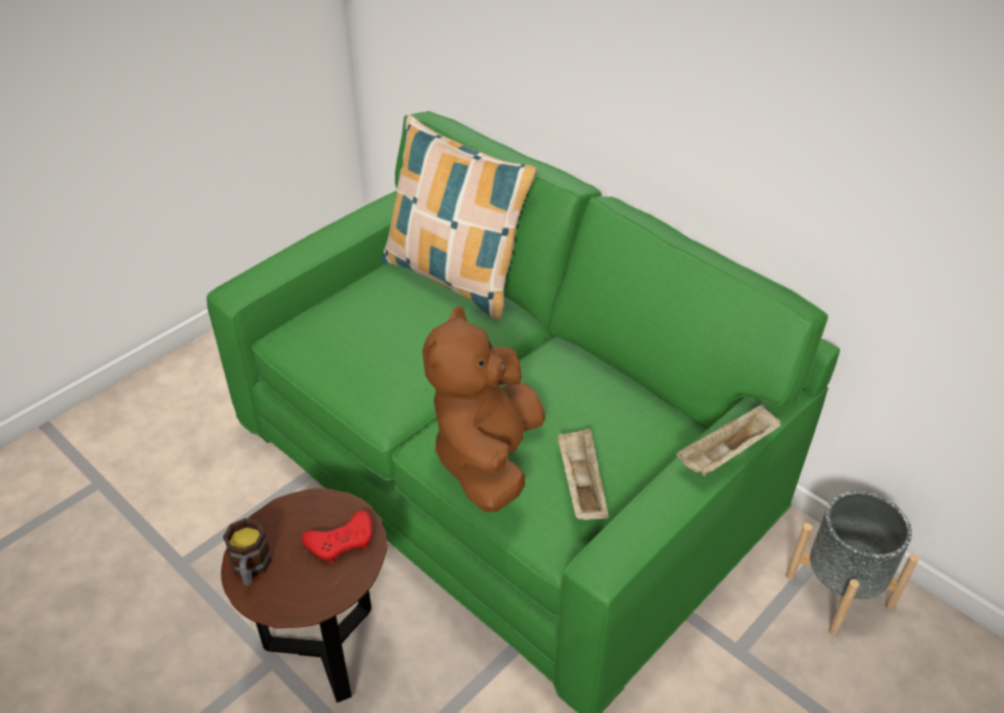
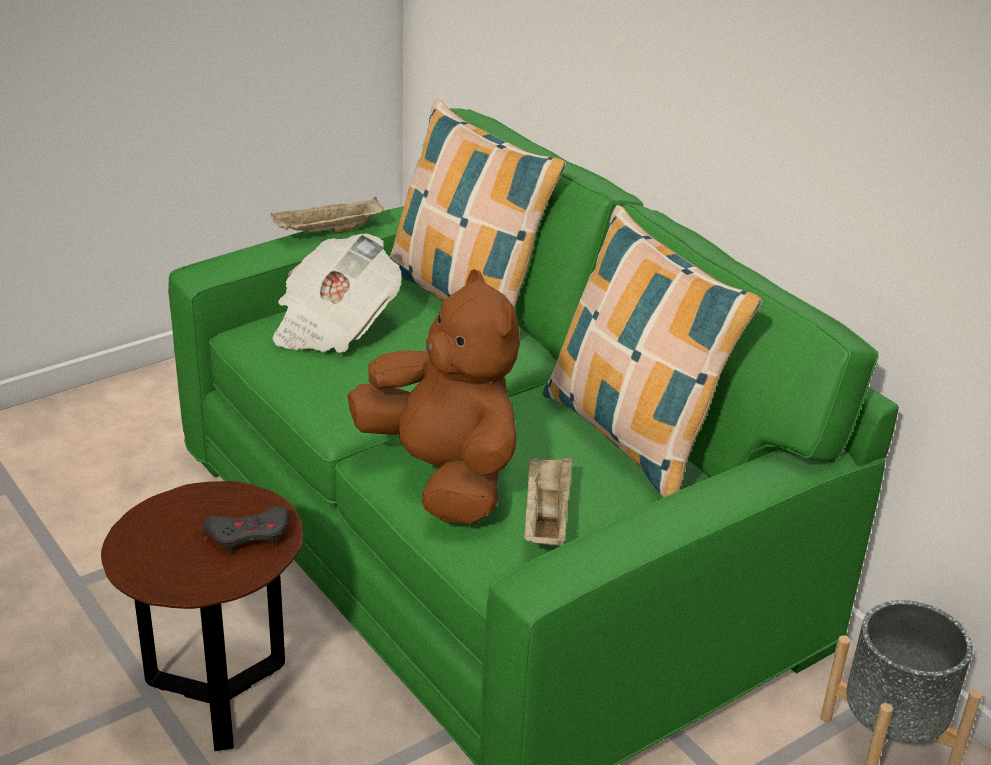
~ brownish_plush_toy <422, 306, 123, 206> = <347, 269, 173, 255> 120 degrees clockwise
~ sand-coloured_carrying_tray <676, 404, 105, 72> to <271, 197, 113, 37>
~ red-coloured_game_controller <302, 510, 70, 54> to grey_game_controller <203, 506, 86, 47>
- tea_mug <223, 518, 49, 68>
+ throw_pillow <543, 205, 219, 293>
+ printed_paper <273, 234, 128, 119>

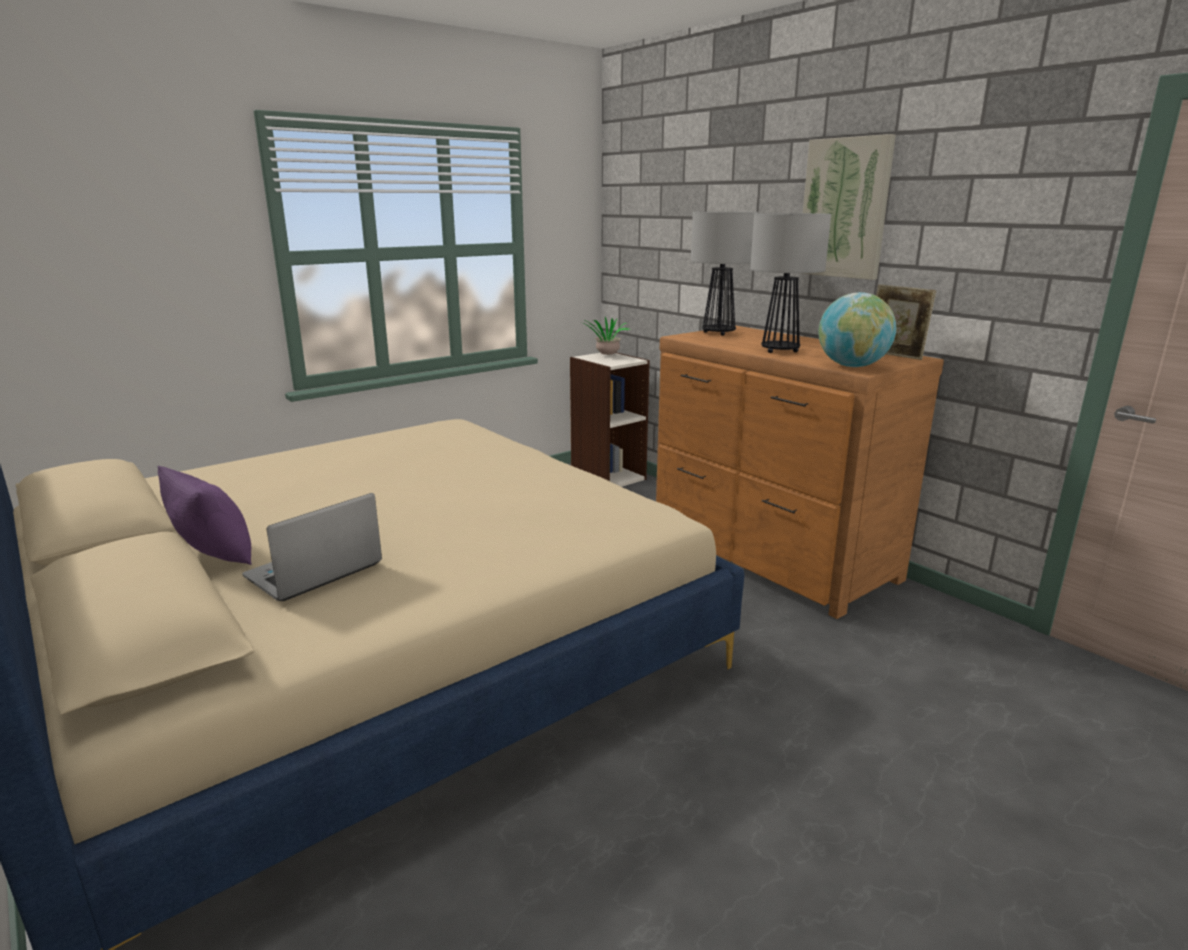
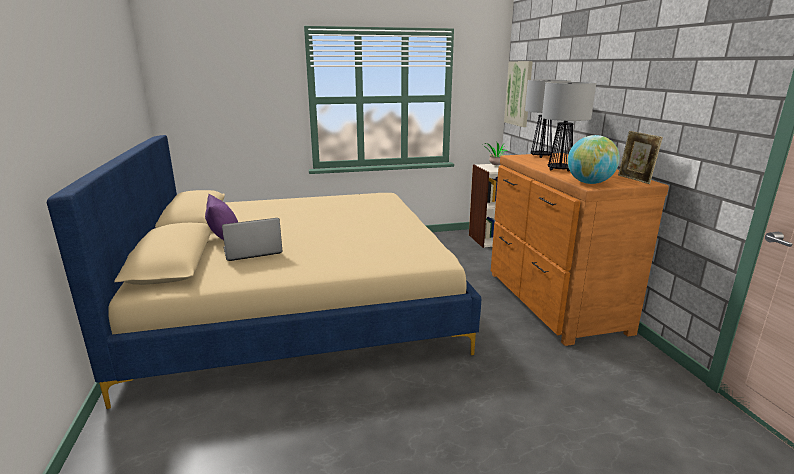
~ picture <800, 134, 96, 146> to <504, 61, 29, 66>

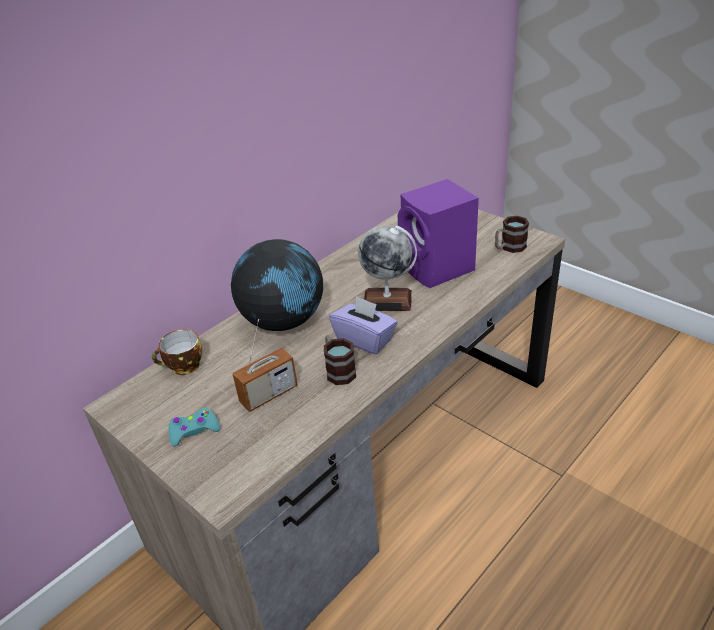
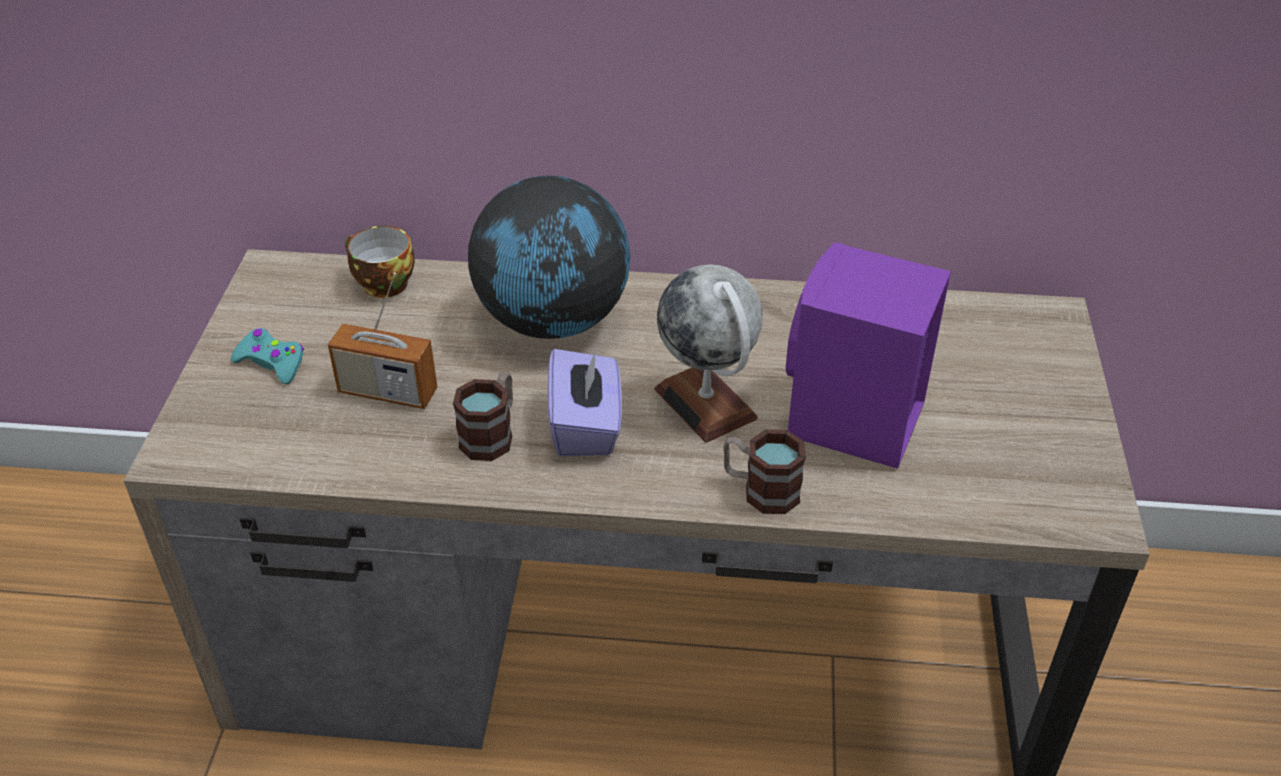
~ tea_mug <495, 216, 34, 37> to <723, 430, 83, 84>

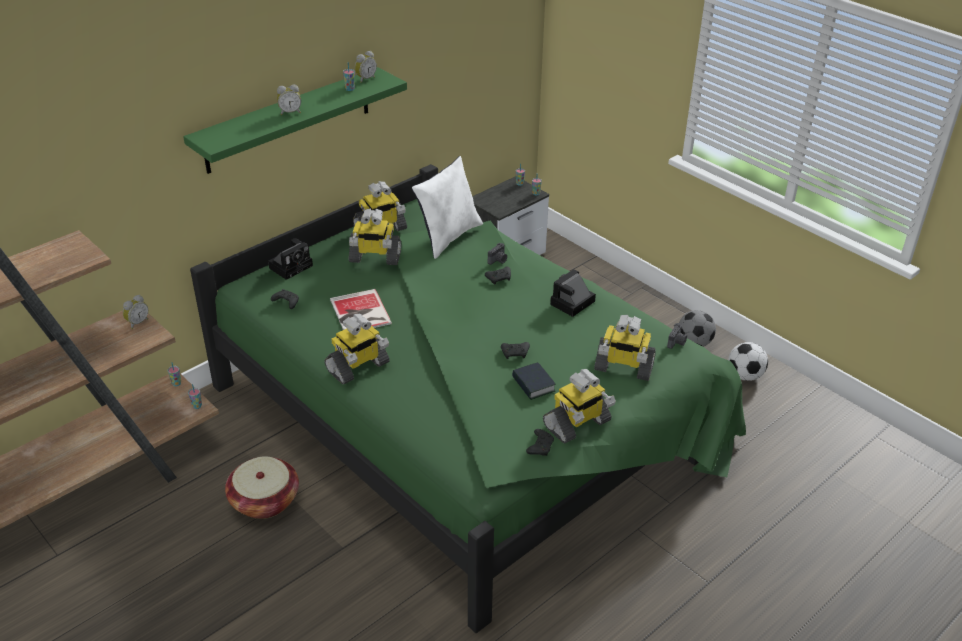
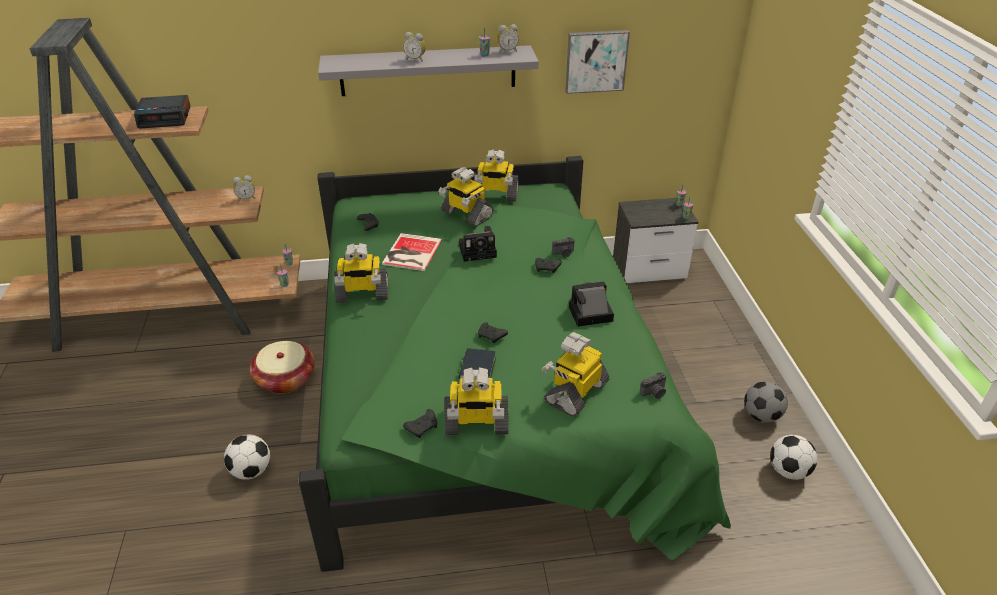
~ green_wall_shelf <183, 67, 224, 107> to grey_wall_shelf <318, 45, 221, 51>
- white_throw_pillow <412, 156, 71, 103>
~ still_camera <268, 238, 45, 42> to <459, 226, 38, 36>
~ robot_figure <594, 315, 62, 66> = <542, 332, 68, 84> 75 degrees clockwise
+ picture <565, 30, 65, 64>
+ table_clock <134, 95, 57, 34>
+ football_ball <224, 434, 46, 46>

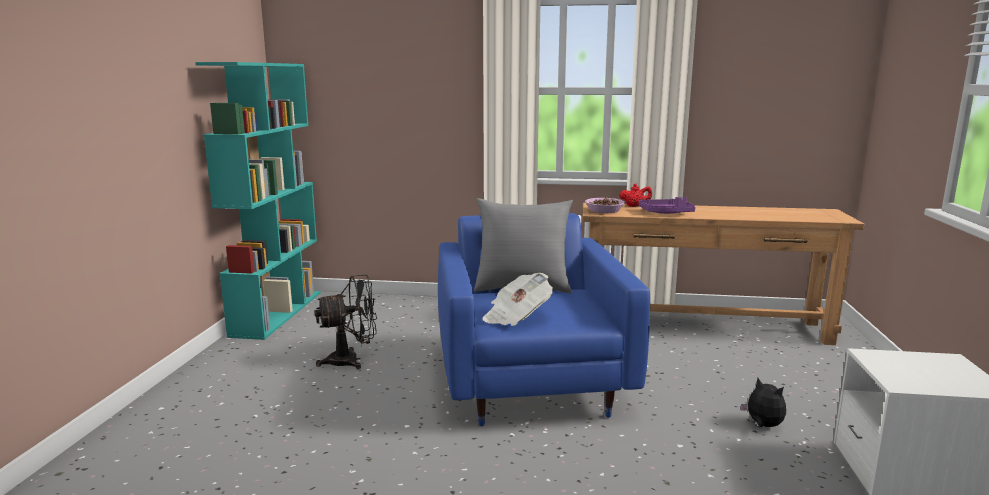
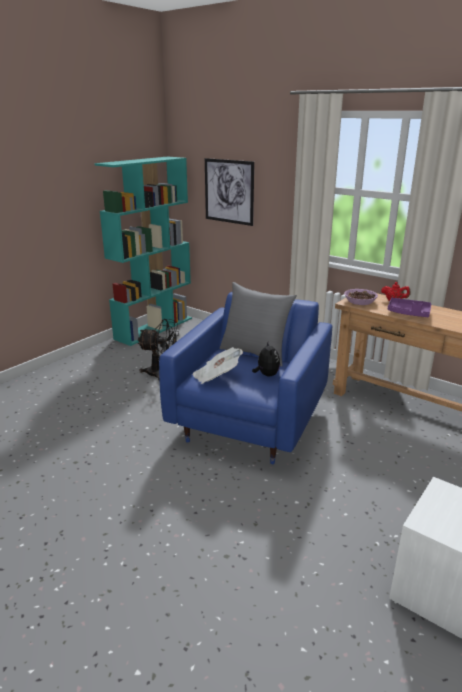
~ plush_toy <741, 378, 45, 49> to <252, 343, 28, 34>
+ picture <205, 158, 49, 68>

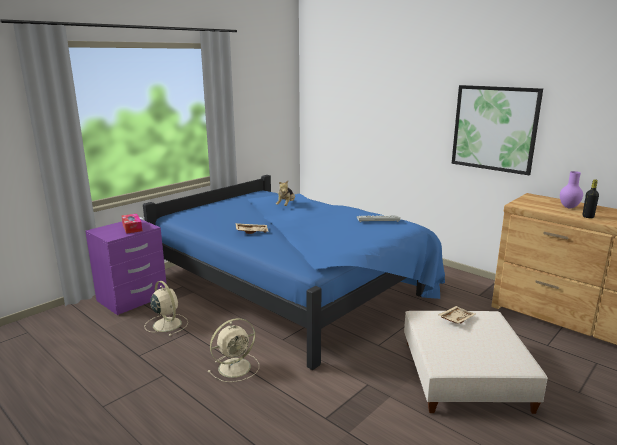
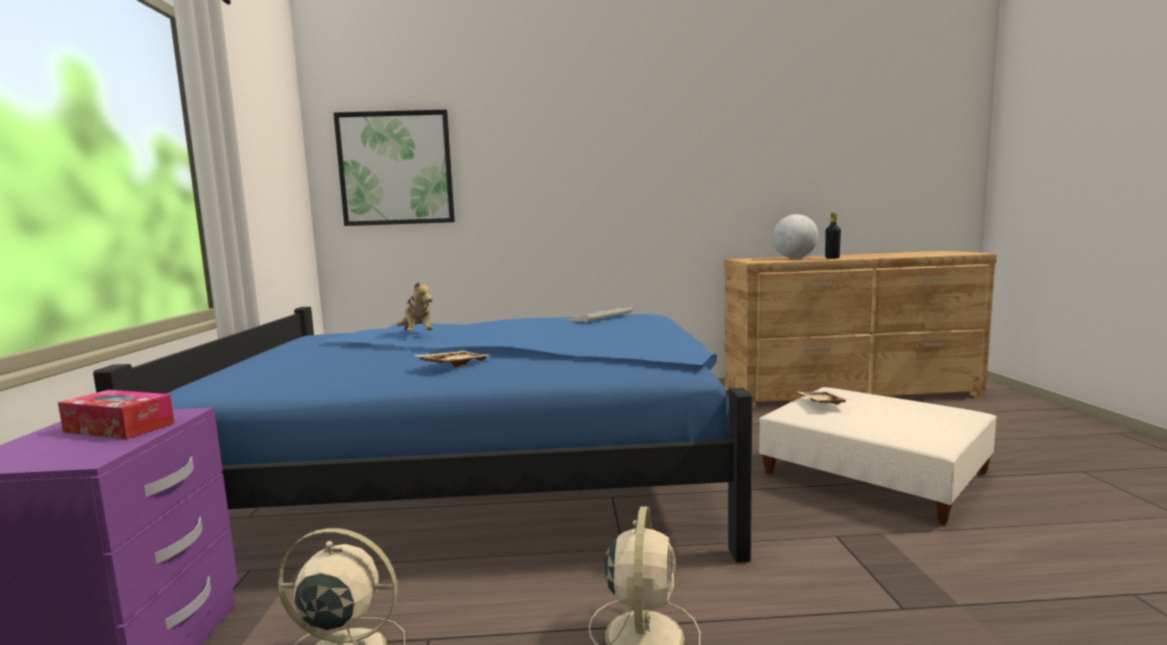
~ picture <452, 85, 91, 90> to <334, 110, 121, 116>
~ purplish_vase <560, 171, 23, 37> to desk_globe <772, 214, 47, 44>

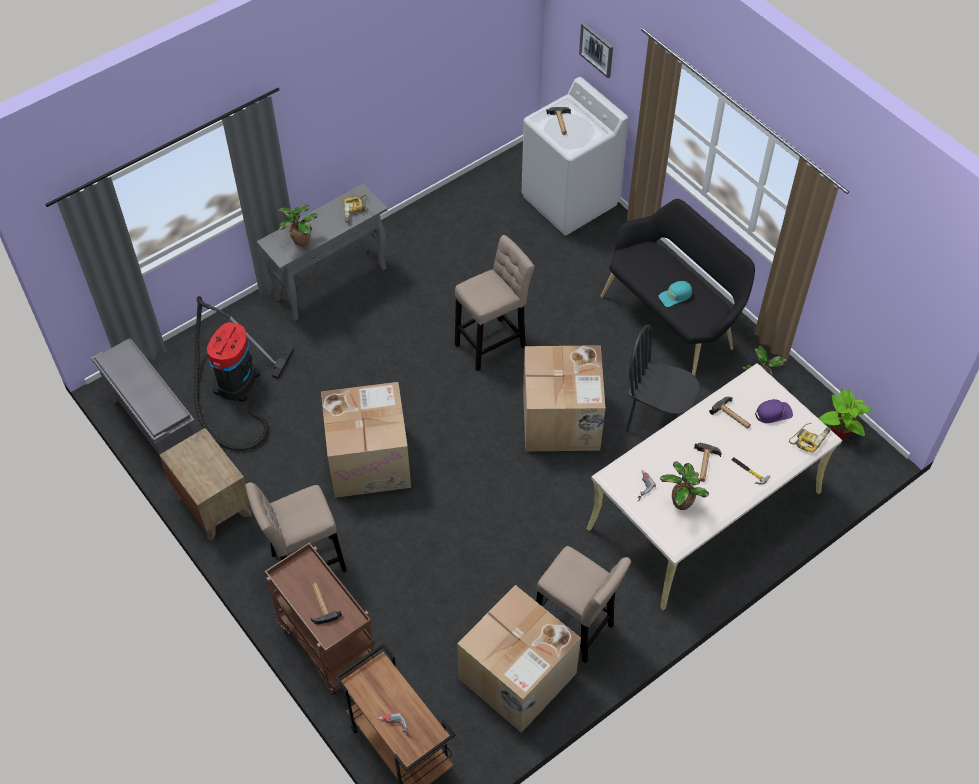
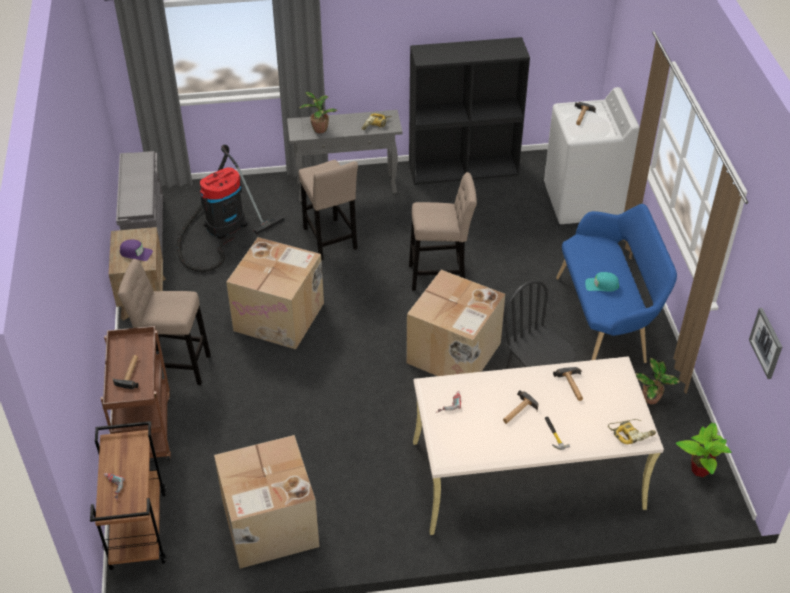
~ picture <579, 22, 34, 56> to <749, 308, 33, 71>
~ blackish_long_seat <600, 199, 155, 177> to blue_long_seat <556, 204, 121, 159>
~ purplish_cap <755, 399, 38, 24> to <120, 239, 33, 22>
- plant_in_a_pot <660, 462, 49, 48>
~ sand-coloured_sitting_stool <536, 546, 95, 117> to <299, 160, 59, 100>
+ blackish_shelving_unit <409, 37, 121, 148>

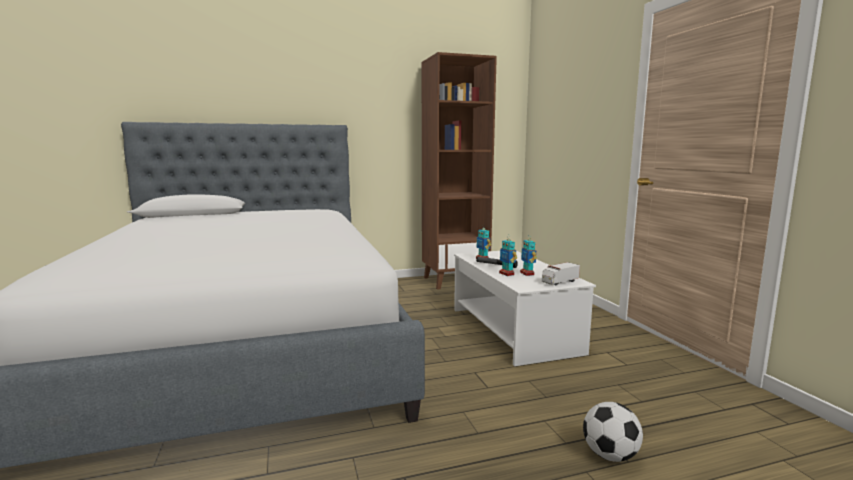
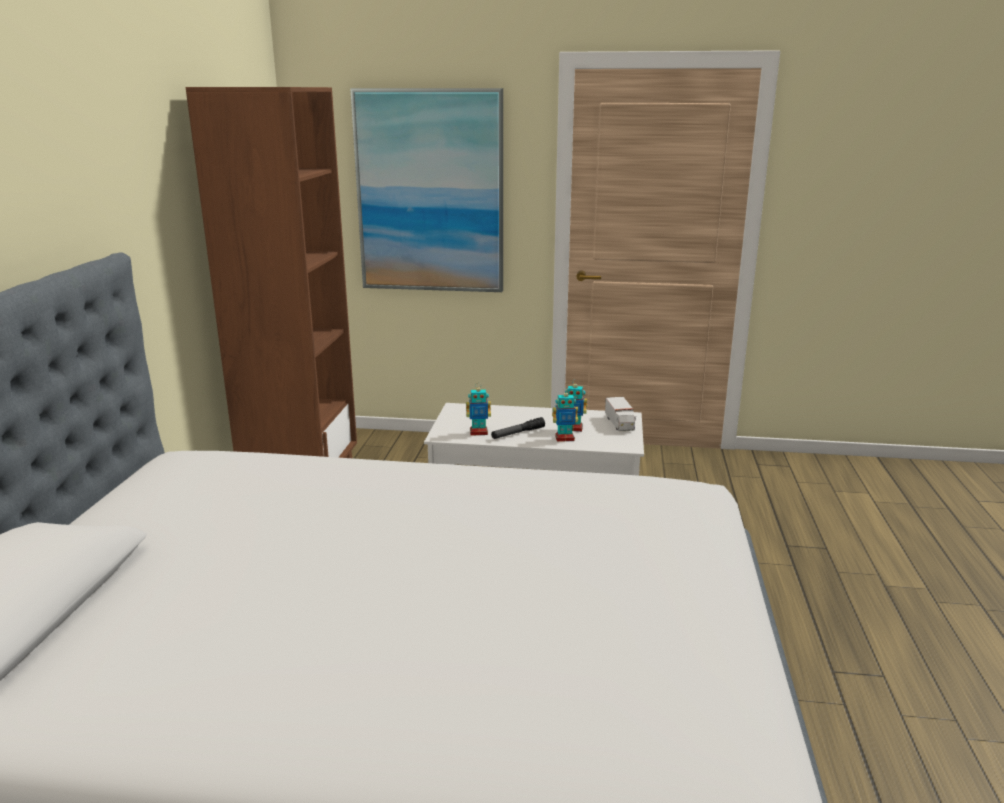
- football_ball <583, 402, 60, 60>
+ picture <350, 88, 153, 204>

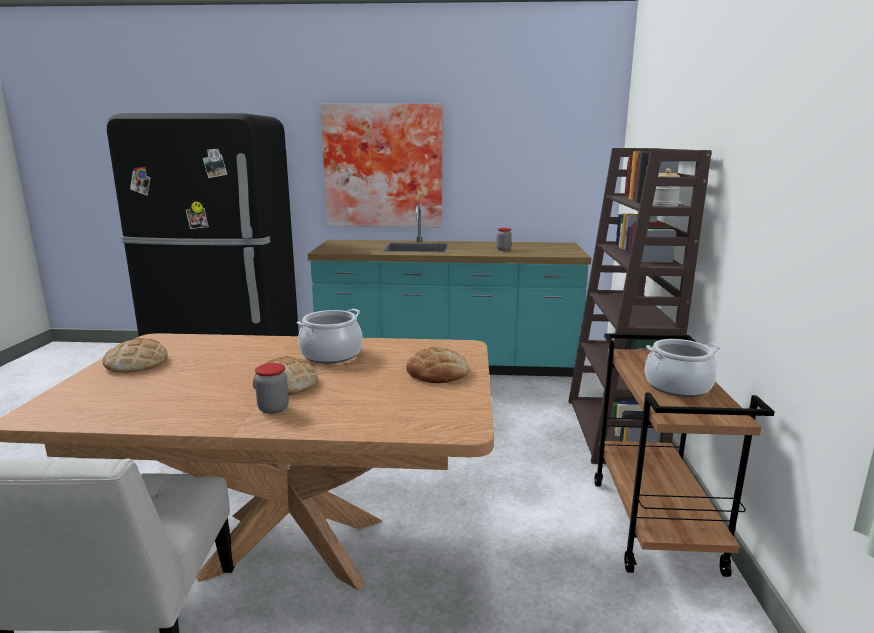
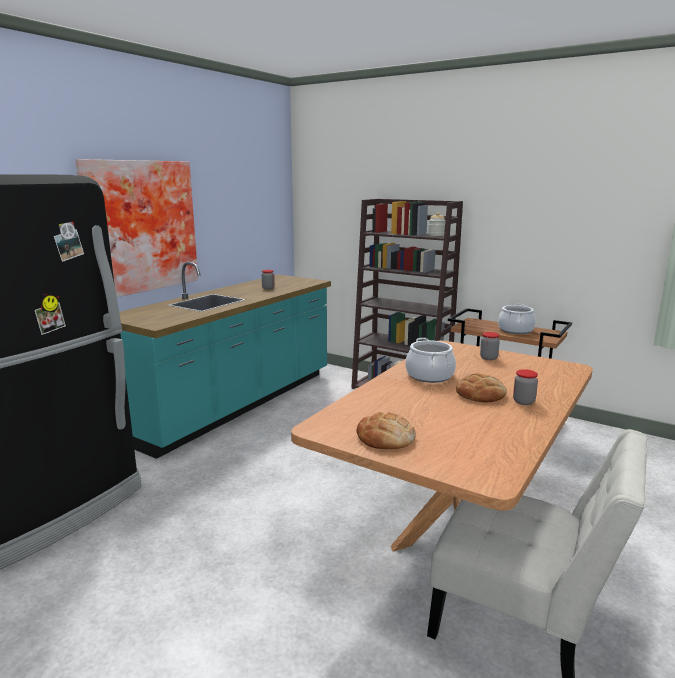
~ bakery_bread <406, 346, 63, 37> to jar <480, 332, 20, 28>

